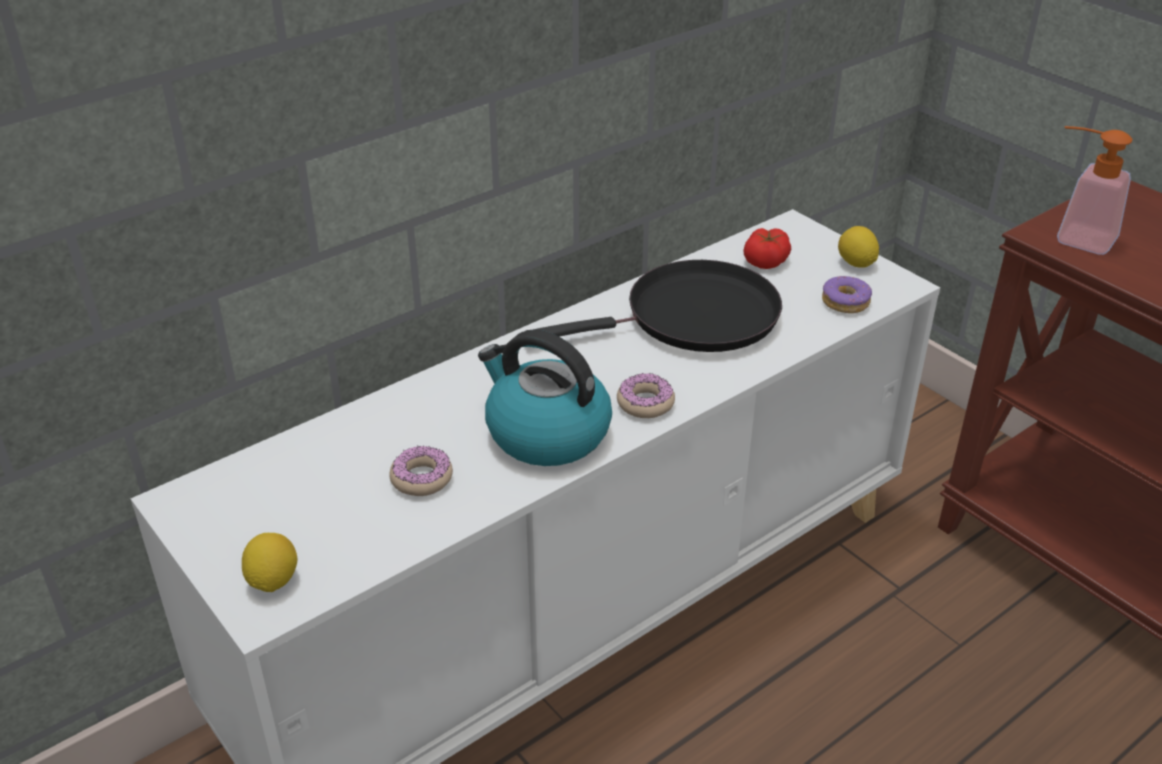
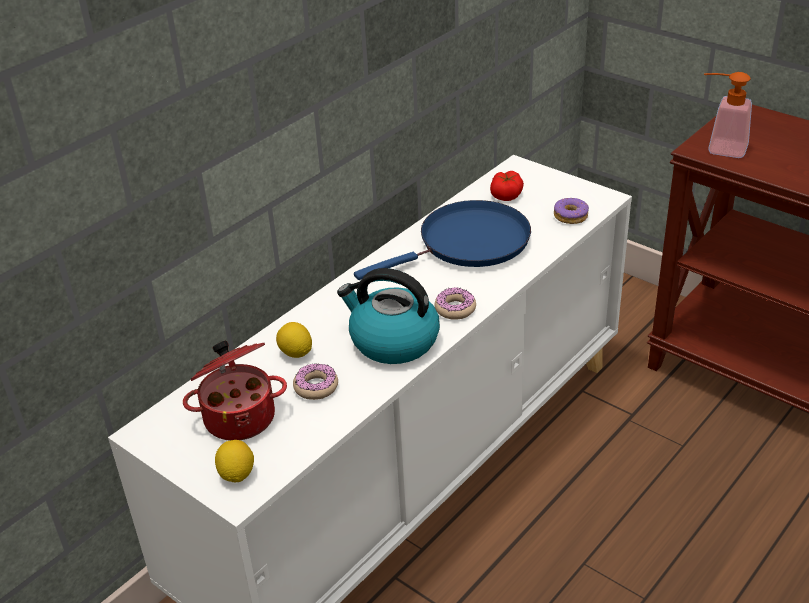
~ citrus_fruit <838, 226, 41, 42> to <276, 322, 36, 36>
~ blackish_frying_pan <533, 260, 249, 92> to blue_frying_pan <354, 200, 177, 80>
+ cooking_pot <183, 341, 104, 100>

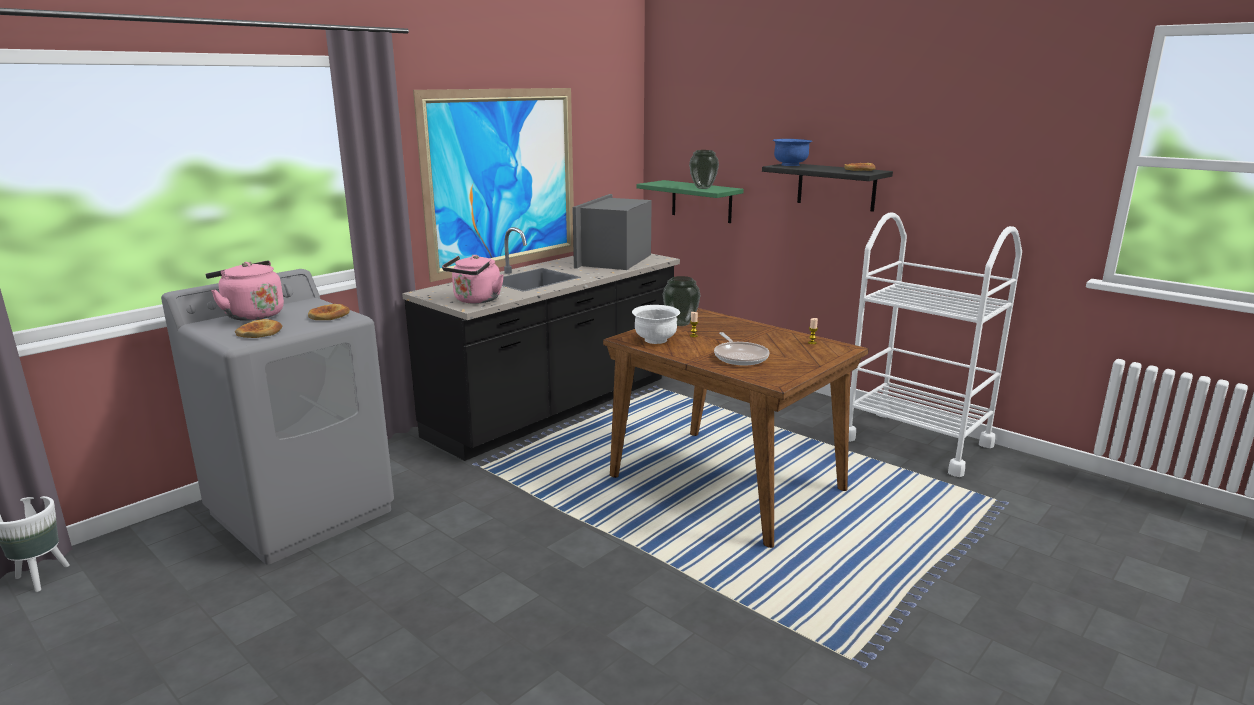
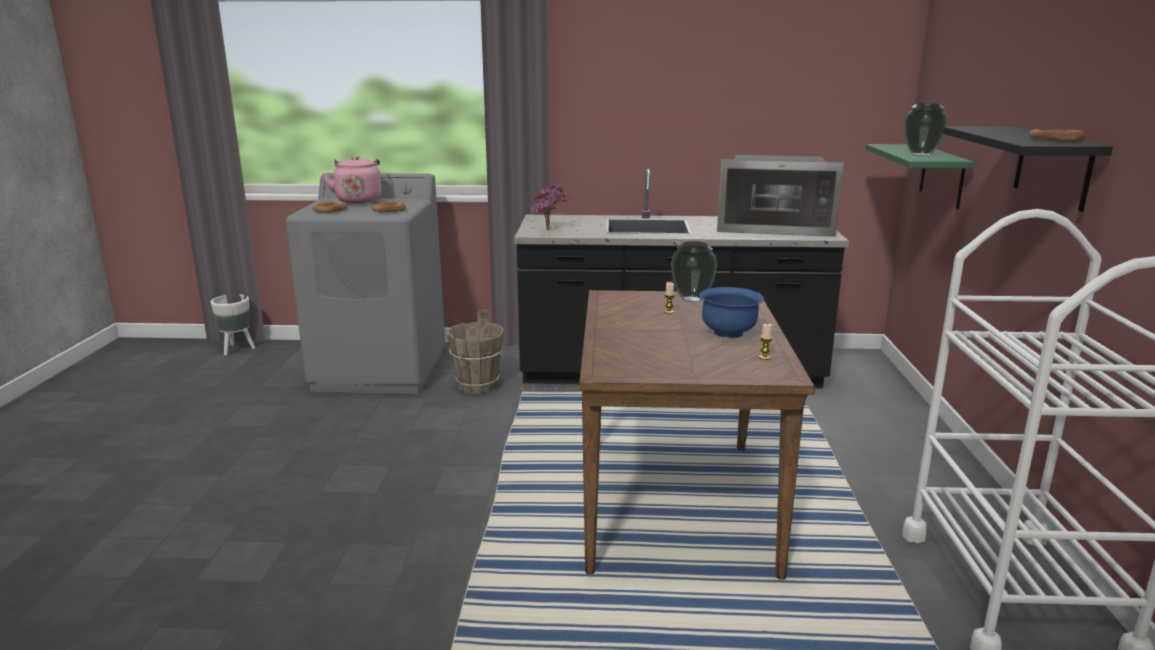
- picture <413, 88, 161, 194>
~ blue_bowl <773, 139, 39, 27> to <699, 287, 65, 51>
~ kitchen_microwave <572, 194, 80, 76> = <717, 155, 127, 82> 150 degrees counterclockwise
~ pink_tea_kettle <442, 255, 62, 49> to plant_in_a_pot <530, 183, 40, 47>
- white_bowl <632, 305, 48, 39>
- frying_pan <714, 332, 56, 33>
+ brownish_pail <447, 309, 57, 85>

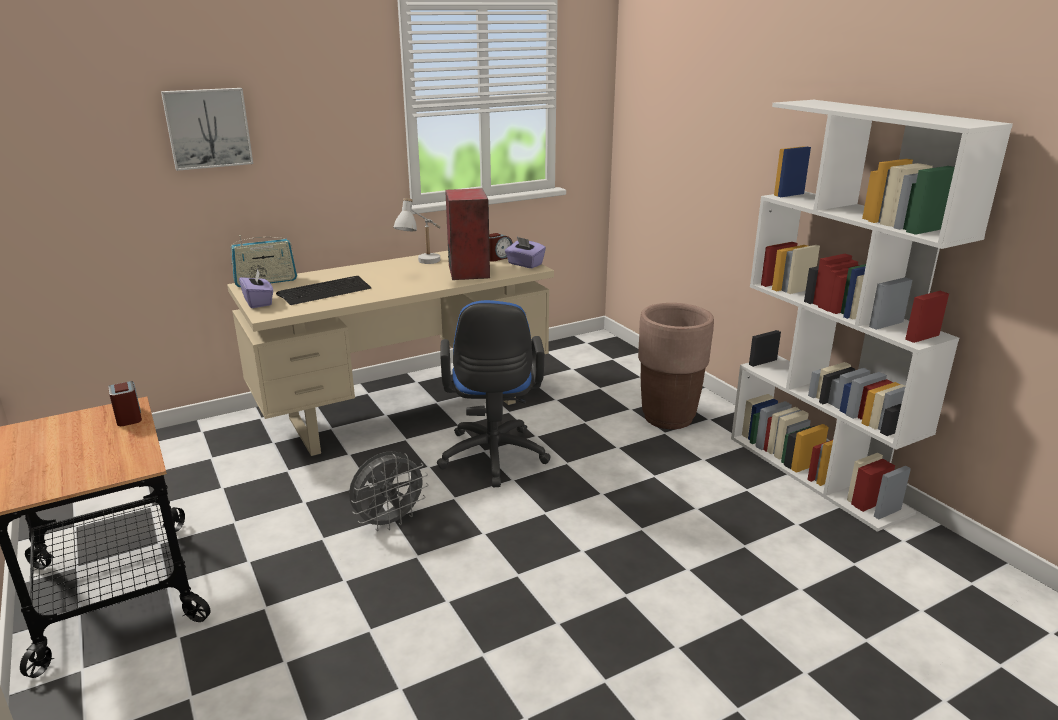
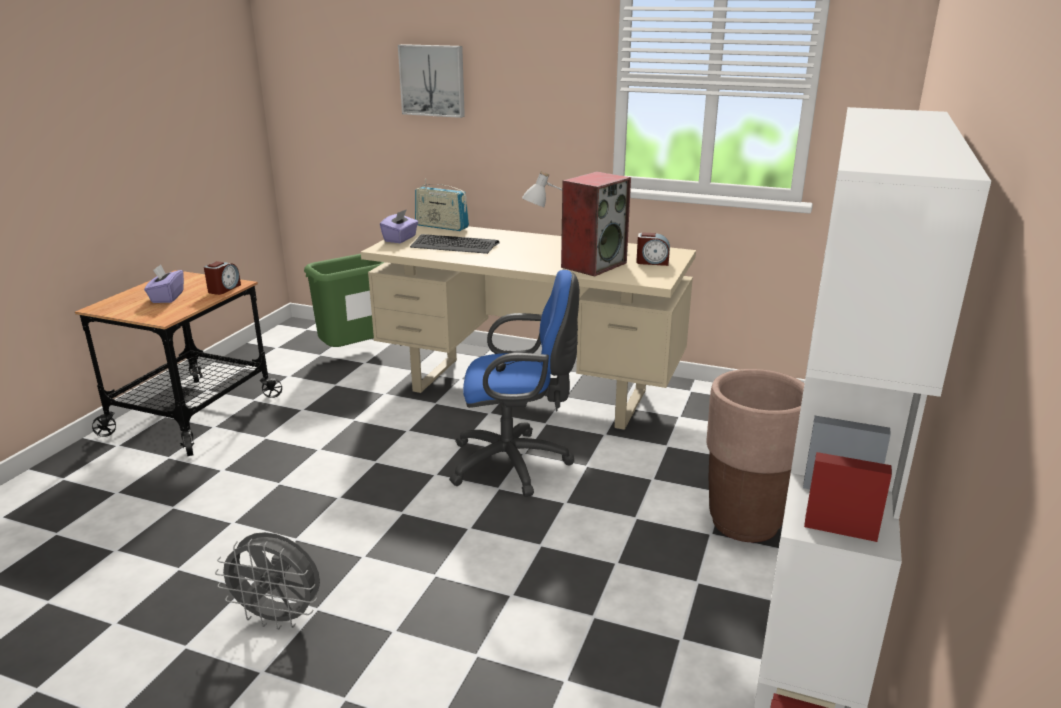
~ purplish_tissue_holder <505, 237, 41, 31> to <144, 264, 40, 39>
~ blue_desk_chair <437, 300, 113, 187> = <449, 270, 130, 227> 135 degrees counterclockwise
~ grey_cooling_fan <349, 451, 79, 80> to <215, 532, 105, 98>
+ green_waste_bin <304, 254, 81, 93>

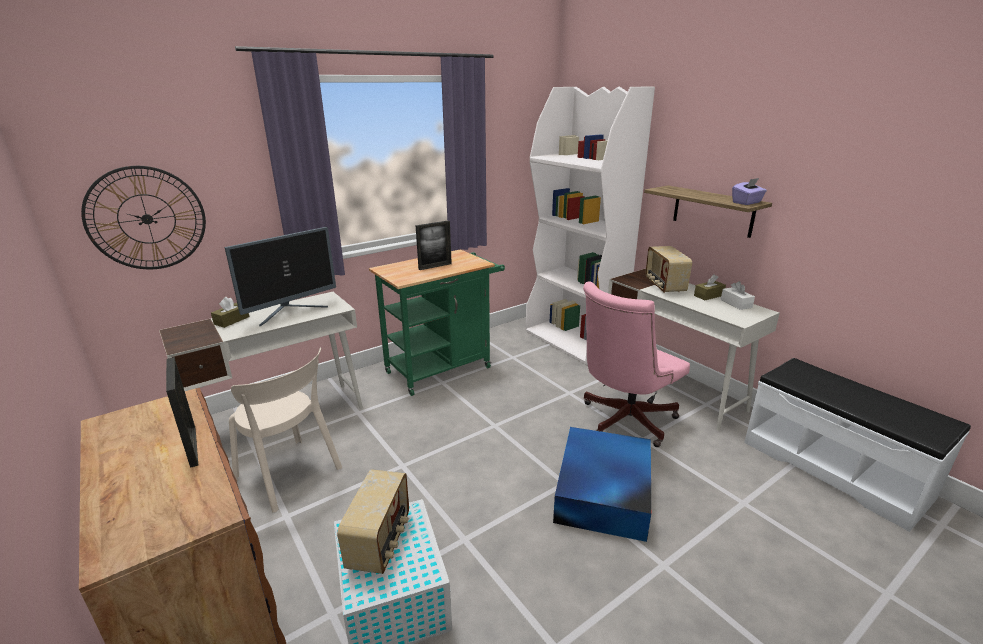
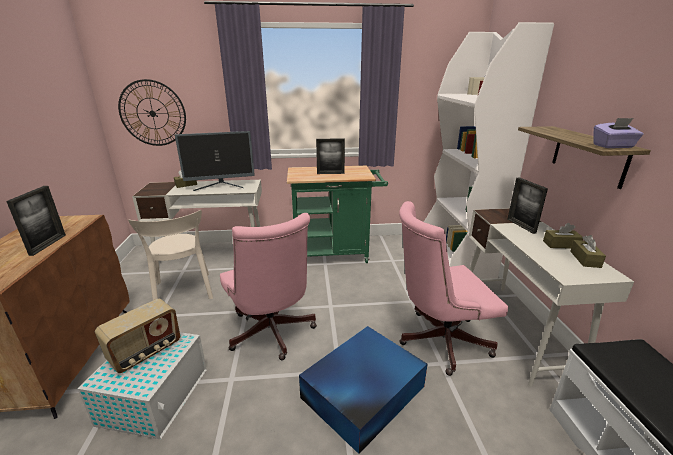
~ radio_set <645, 246, 47, 47> to photo_frame <507, 177, 41, 57>
~ white_tissue_holder <721, 281, 34, 29> to brownish_tissue_holder <570, 235, 36, 33>
+ pink_desk_chair <220, 213, 97, 147>

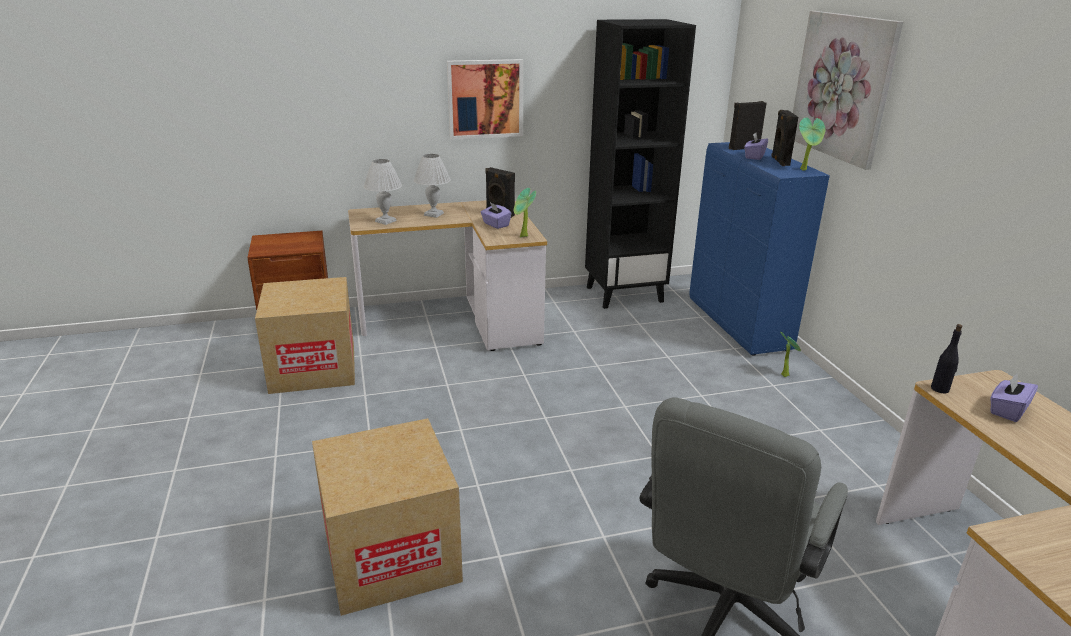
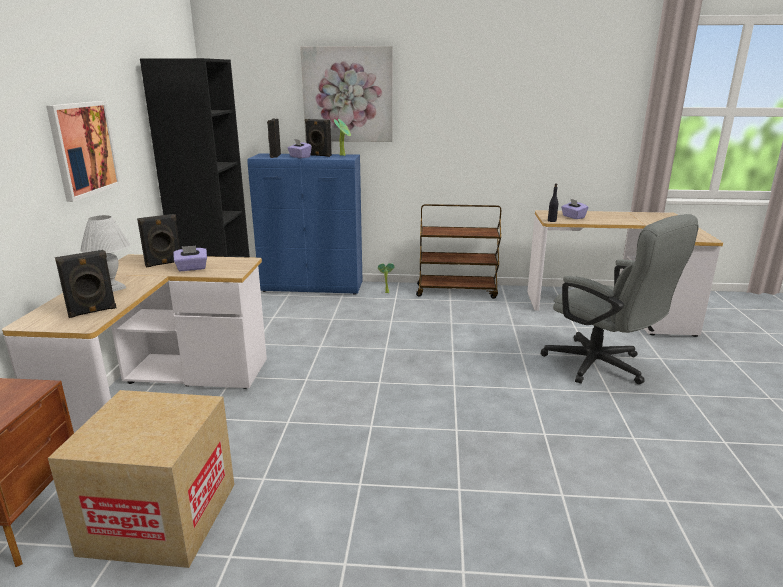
~ white_table_lamp <364, 159, 38, 66> to blackish_loudspeaker <55, 250, 62, 68>
- plant_in_a_pot <514, 188, 22, 49>
- carton <312, 418, 151, 198>
+ brownish_trolley <416, 204, 85, 95>

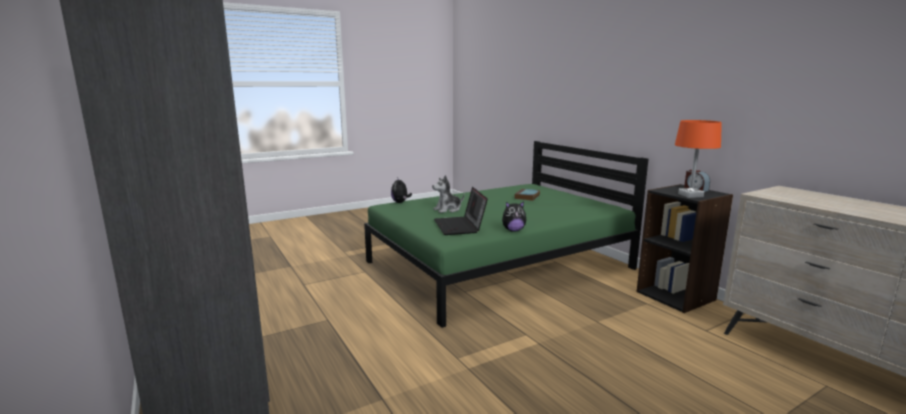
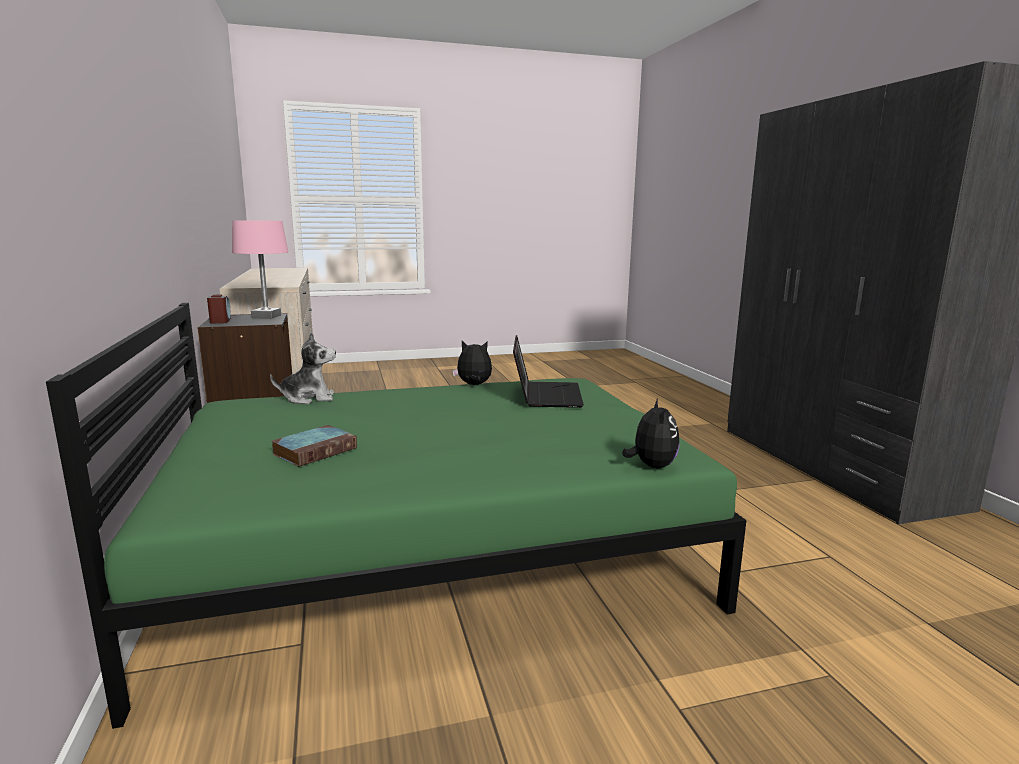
~ orangey_table_lamp <675, 120, 47, 78> to pink_table_lamp <232, 220, 56, 99>
~ plush_toy <432, 175, 32, 38> to <270, 332, 66, 72>

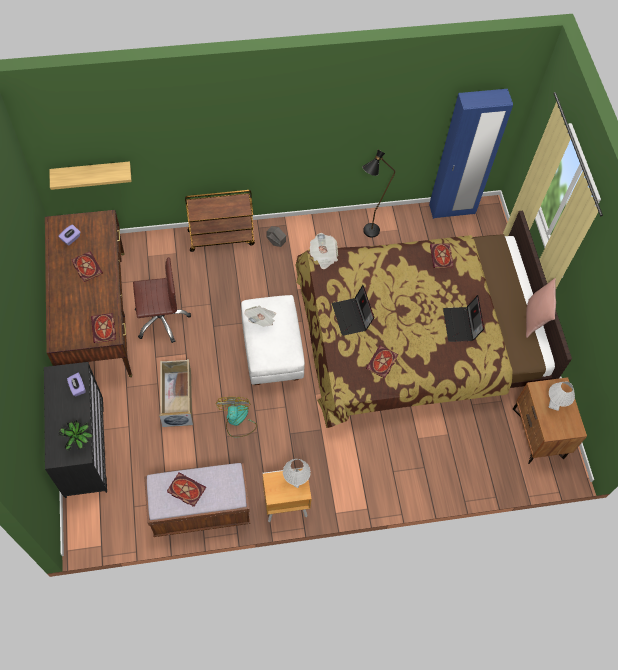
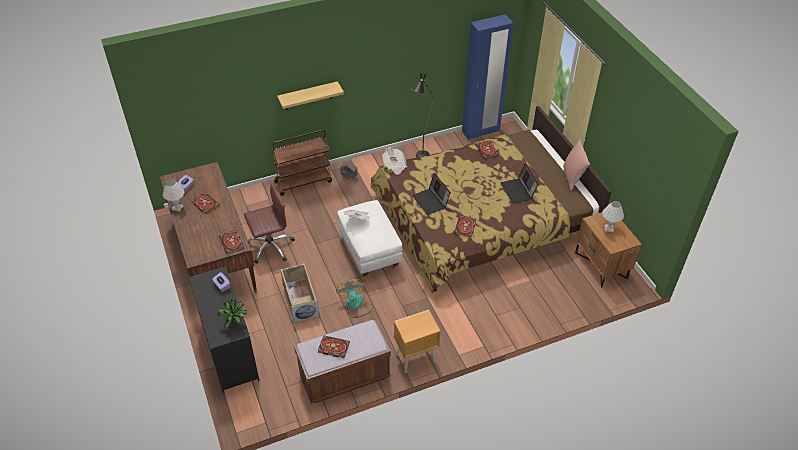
~ wall_shelf <49, 161, 83, 29> to <277, 81, 67, 29>
~ white_table_lamp <283, 459, 28, 29> to <163, 180, 21, 32>

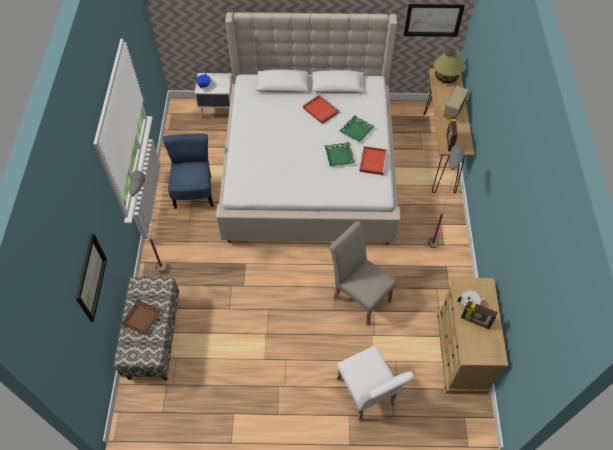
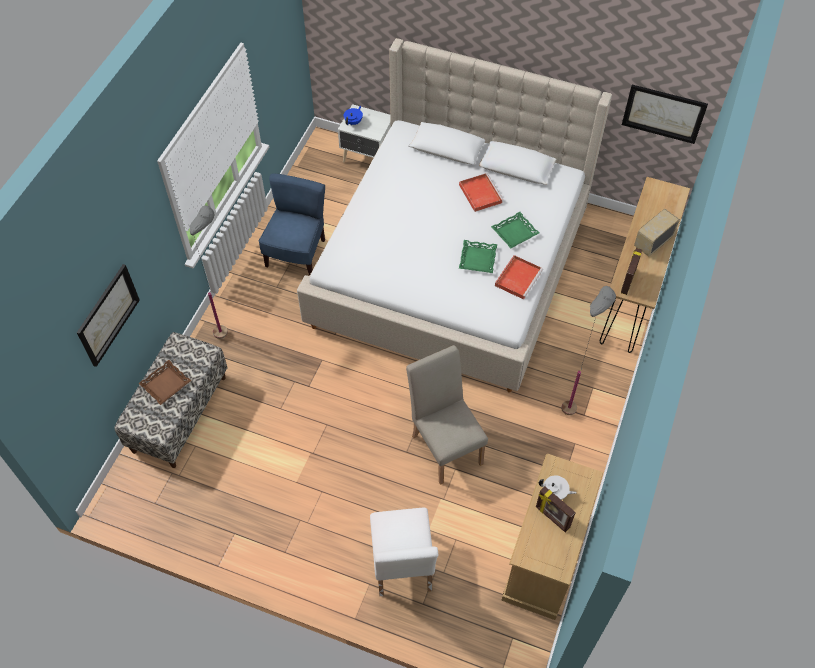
- table_lamp <434, 48, 30, 35>

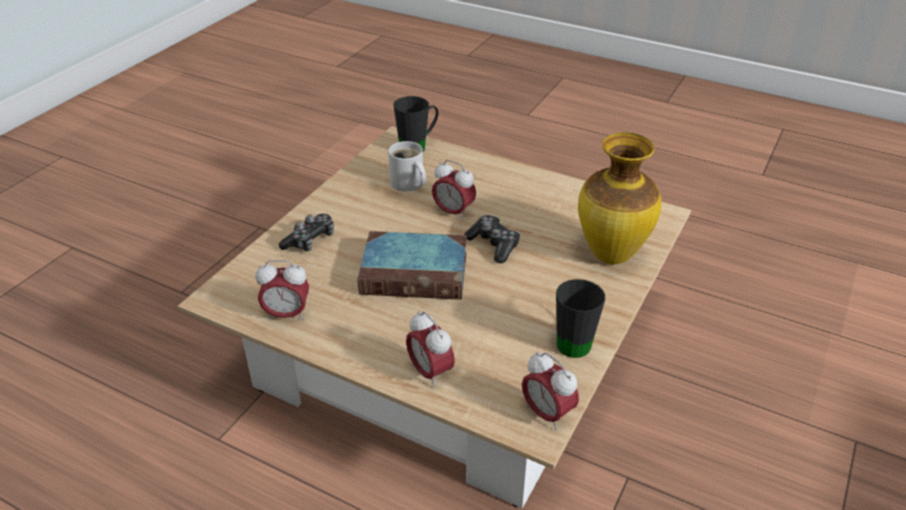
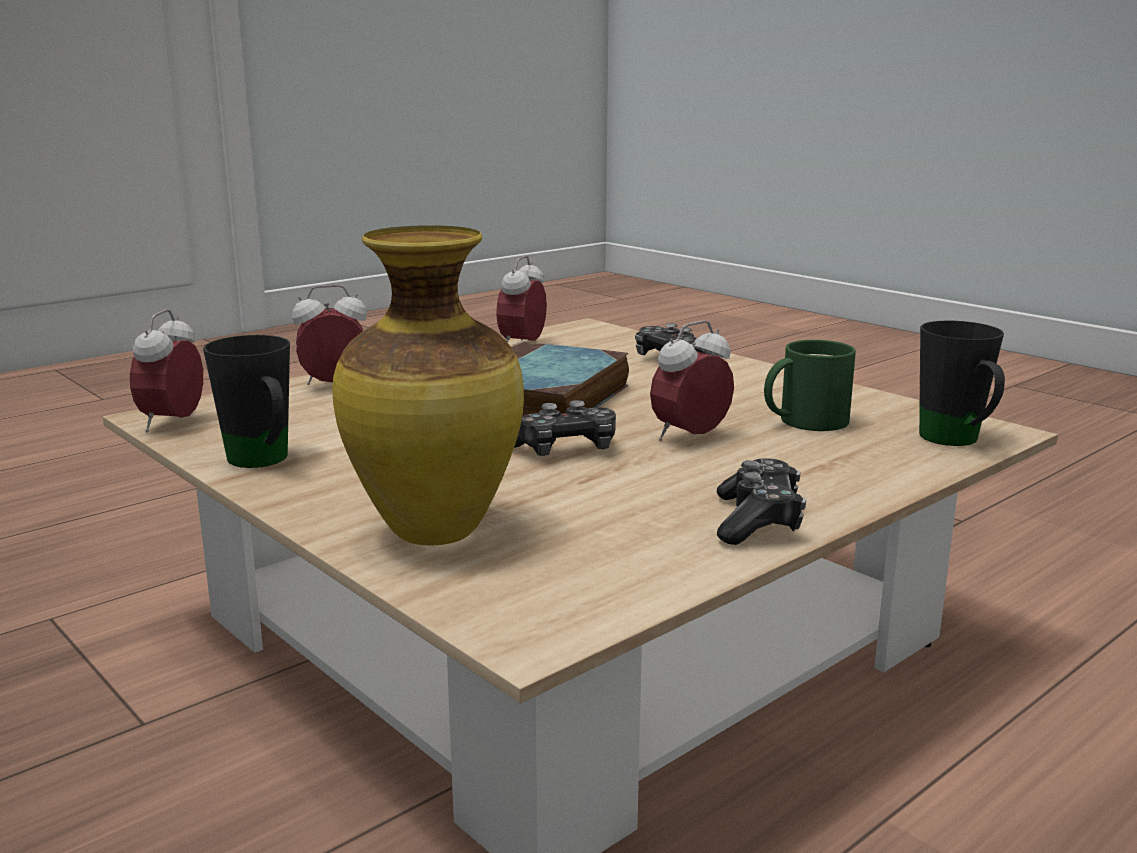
~ white_tea_mug <388, 141, 38, 50> to green_tea_mug <764, 340, 92, 91>
~ table_clock <522, 352, 57, 79> = <130, 309, 73, 123> 60 degrees counterclockwise
+ game_controller <717, 458, 89, 87>

